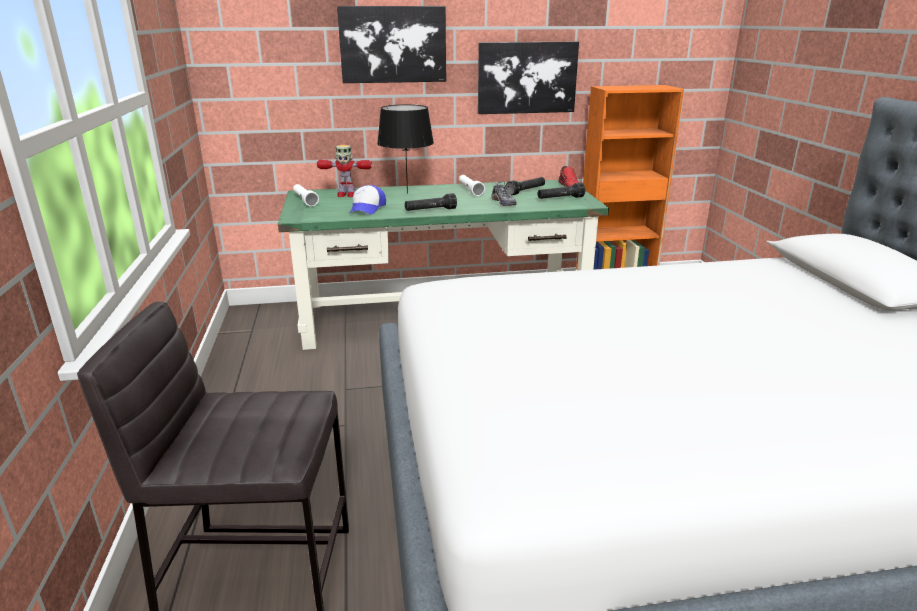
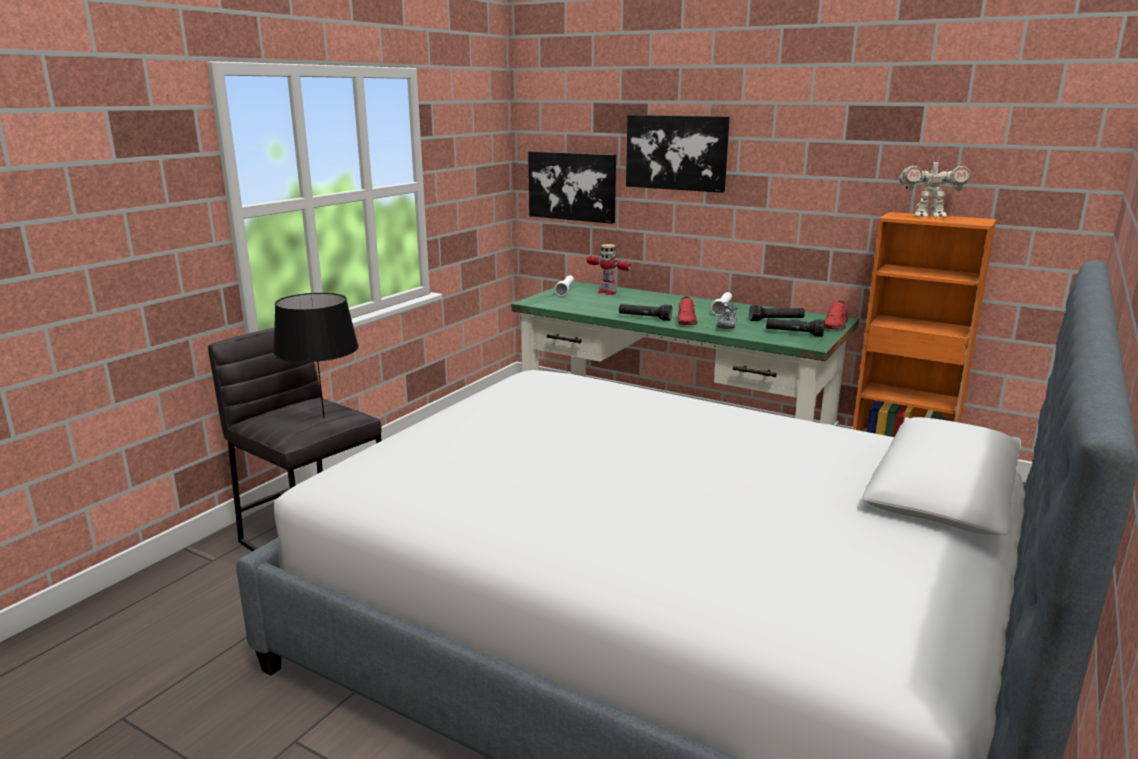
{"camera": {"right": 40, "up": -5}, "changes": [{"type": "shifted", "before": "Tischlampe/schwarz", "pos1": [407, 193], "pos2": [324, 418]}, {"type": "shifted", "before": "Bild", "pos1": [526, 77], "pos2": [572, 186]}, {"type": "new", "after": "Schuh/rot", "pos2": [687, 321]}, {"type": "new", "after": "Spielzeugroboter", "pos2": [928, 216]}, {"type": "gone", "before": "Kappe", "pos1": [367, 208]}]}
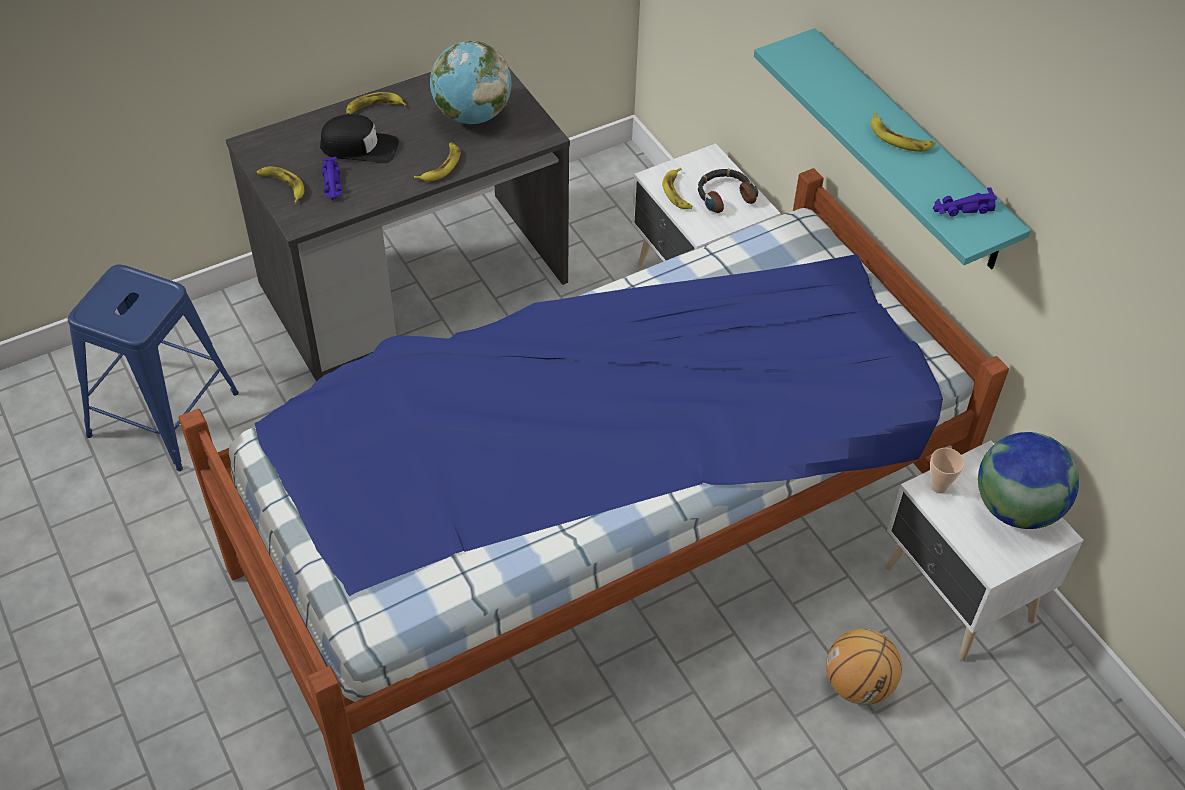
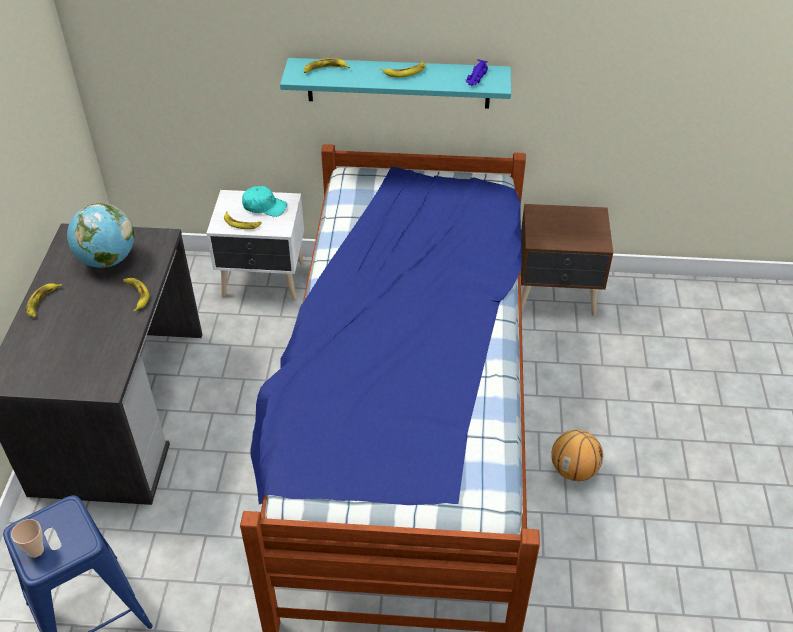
{"camera": {"right": -55, "up": -5}, "changes": [{"type": "shifted", "before": "Tasse", "pos1": [939, 486], "pos2": [35, 550]}, {"type": "swapped", "before": "Kopfhörer", "after": "Kappe/türkis", "pos1": [724, 195], "pos2": [264, 206]}, {"type": "shifted", "before": "Banane", "pos1": [282, 186], "pos2": [325, 69]}, {"type": "repainted", "before": "Nachttisch/weiß", "after": "Nachttisch/braun", "pos1": [957, 597], "pos2": [557, 295]}, {"type": "shifted", "before": "Basketball", "pos1": [858, 684], "pos2": [573, 470]}, {"type": "gone", "before": "Kappe/schwarz", "pos1": [359, 147]}, {"type": "gone", "before": "Spielzeugauto/lila", "pos1": [332, 184]}, {"type": "gone", "before": "Globus", "pos1": [1016, 508]}]}
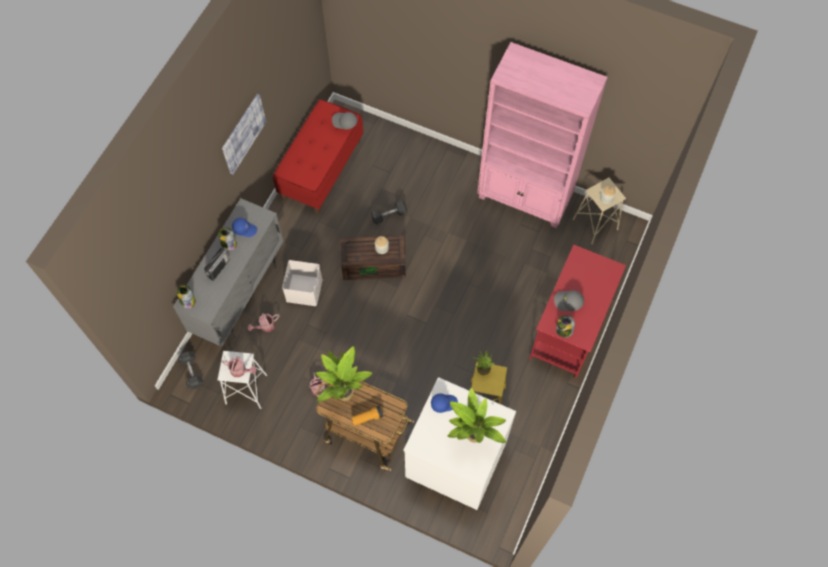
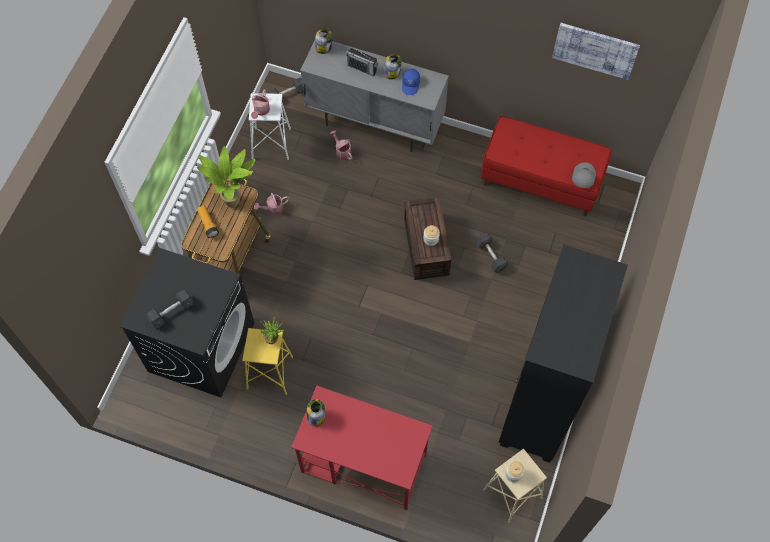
{"camera": {"right": 85, "up": 0}, "changes": [{"type": "repainted", "before": "Waschmaschine/weiß", "after": "Waschmaschine/schwarz", "pos1": [455, 460], "pos2": [201, 346]}, {"type": "swapped", "before": "Topfpflanze", "after": "Hantel/grau", "pos1": [472, 438], "pos2": [171, 312]}, {"type": "repainted", "before": "Bücherregal/rosa", "after": "Bücherregal/schwarz", "pos1": [525, 198], "pos2": [538, 406]}, {"type": "shifted", "before": "Bild", "pos1": [243, 134], "pos2": [595, 50]}, {"type": "gone", "before": "Aufbewahrungsbox/weiß", "pos1": [303, 289]}, {"type": "gone", "before": "Kappe/blau", "pos1": [443, 403]}, {"type": "gone", "before": "Kappe/grau", "pos1": [568, 302]}]}
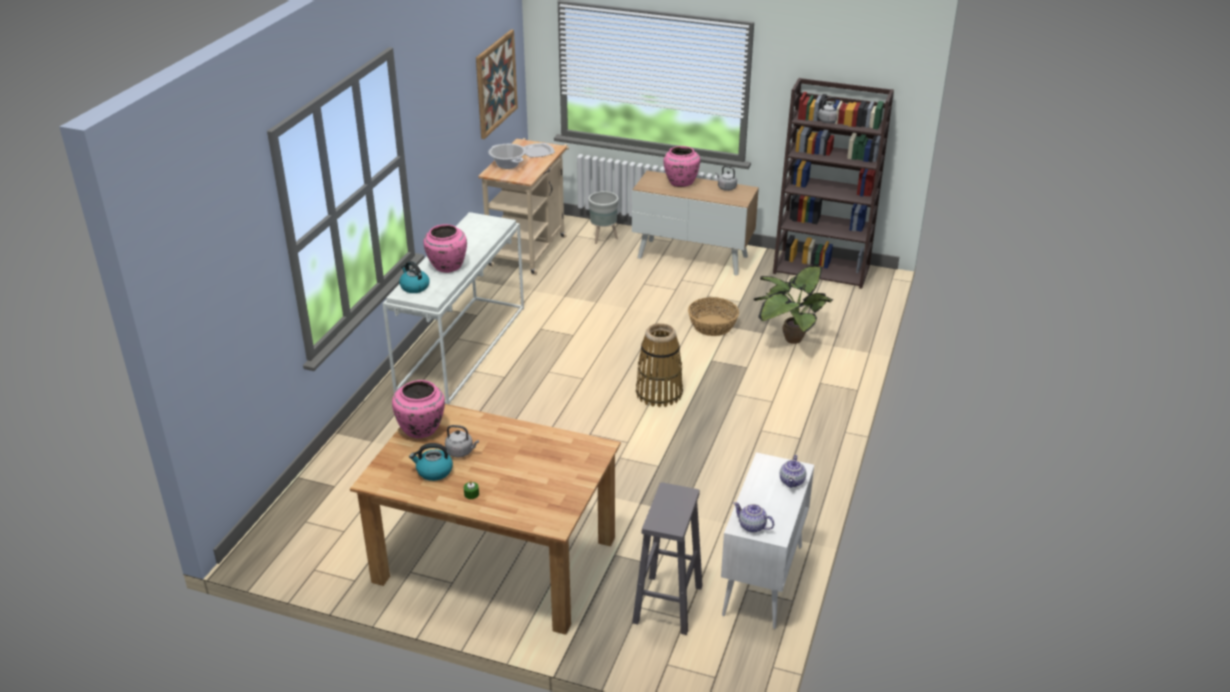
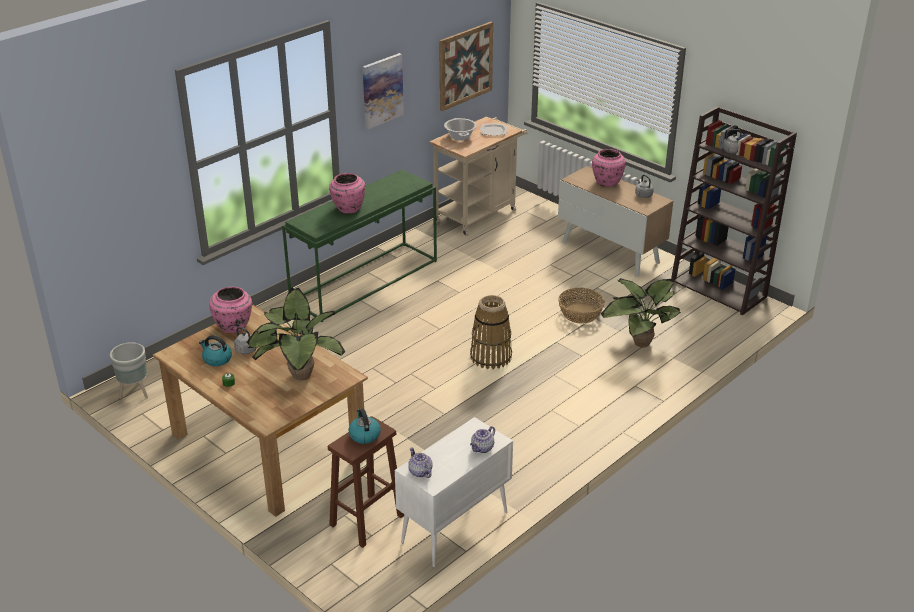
{"camera": {"right": 25, "up": 0}, "changes": [{"type": "shifted", "before": "Pflanzkübel/grau", "pos1": [603, 238], "pos2": [135, 393]}, {"type": "new", "after": "Topfpflanze", "pos2": [299, 377]}, {"type": "repainted", "before": "Konsolentisch/weiß", "after": "Konsolentisch/grün", "pos1": [461, 348], "pos2": [365, 280]}, {"type": "repainted", "before": "Hocker/grau", "after": "Hocker/braun", "pos1": [667, 605], "pos2": [366, 521]}, {"type": "shifted", "before": "Wasserkessel", "pos1": [414, 287], "pos2": [364, 435]}, {"type": "new", "after": "Bild", "pos2": [382, 90]}]}
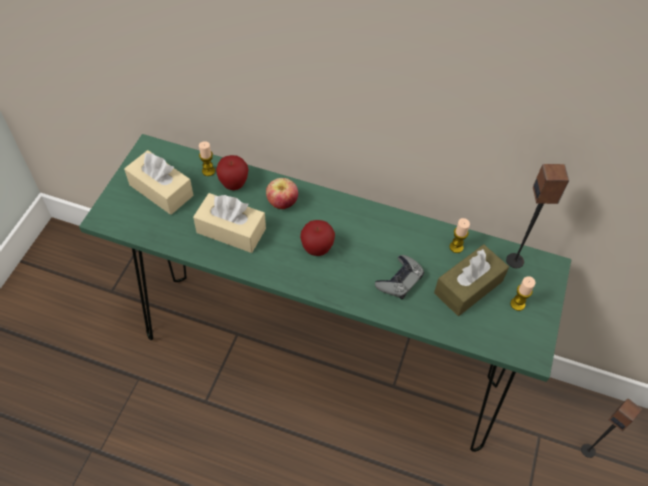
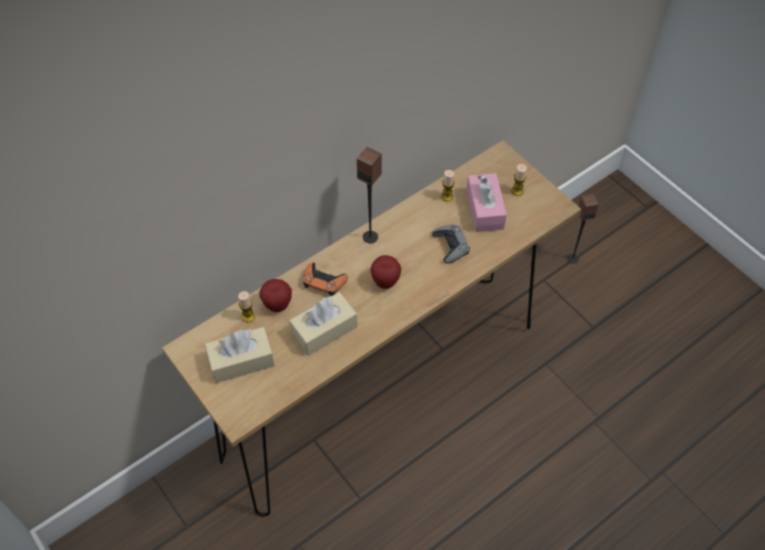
{"camera": {"right": -55, "up": 0}, "changes": [{"type": "repainted", "before": "Konsolentisch/grün", "after": "Konsolentisch/braun", "pos1": [318, 359], "pos2": [382, 389]}, {"type": "swapped", "before": "Apfel", "after": "Gamepad/orange", "pos1": [282, 203], "pos2": [324, 282]}, {"type": "shifted", "before": "Lautsprecher", "pos1": [515, 261], "pos2": [370, 237]}, {"type": "repainted", "before": "Taschentuchbox/braun", "after": "Taschentuchbox/rosa", "pos1": [468, 287], "pos2": [484, 209]}]}
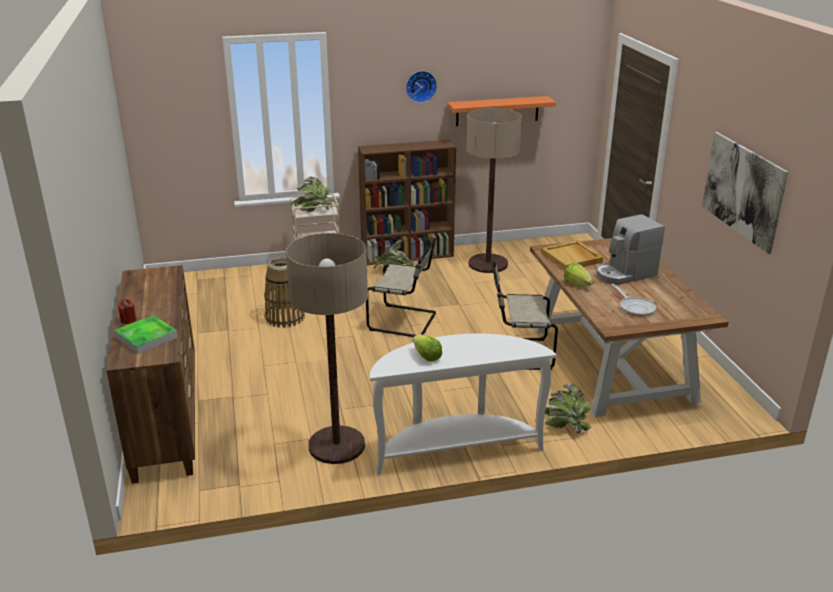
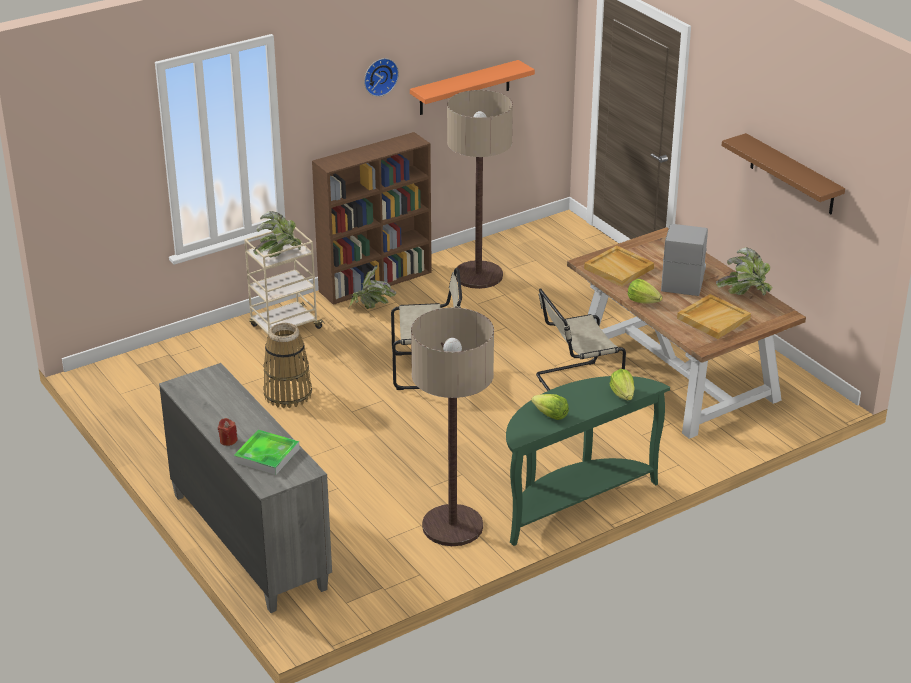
{"camera": {"right": -20, "up": 5}, "changes": [{"type": "repainted", "before": "Kommode/braun", "after": "Kommode/grau", "pos1": [167, 419], "pos2": [249, 540]}, {"type": "repainted", "before": "Konsolentisch/weiß", "after": "Konsolentisch/grün", "pos1": [455, 448], "pos2": [572, 502]}, {"type": "new", "after": "Salatkopf", "pos2": [623, 394]}, {"type": "rotated", "before": "Kaffeemaschine", "pos1": [625, 274], "pos2": [683, 279], "turn": 150}, {"type": "swapped", "before": "Pfanne", "after": "Tablett/beige", "pos1": [635, 308], "pos2": [713, 318]}, {"type": "shifted", "before": "Topfpflanze", "pos1": [564, 426], "pos2": [744, 292]}, {"type": "swapped", "before": "Bild", "after": "Wandregal/braun", "pos1": [742, 190], "pos2": [792, 175]}]}
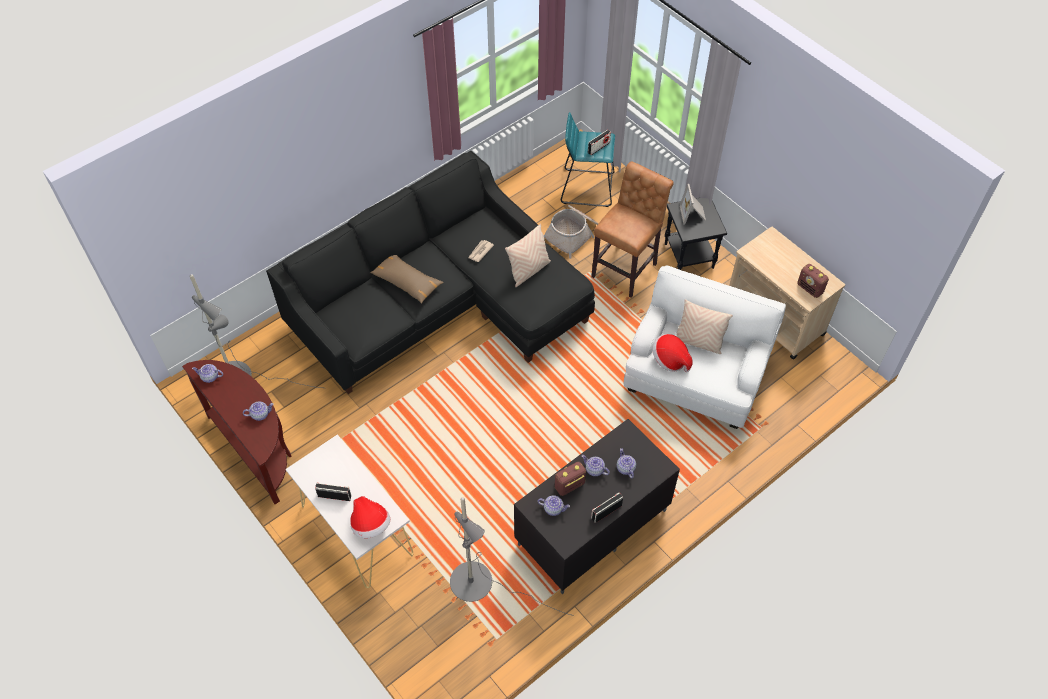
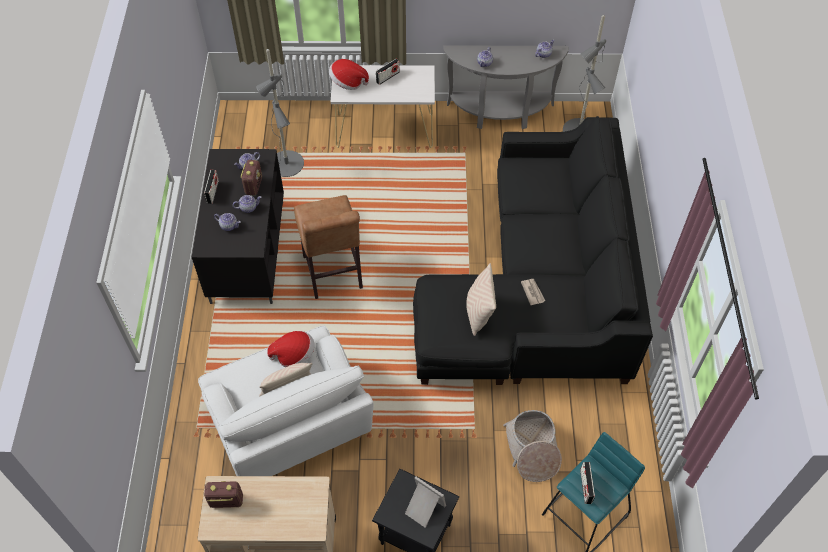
{"camera": {"right": 130, "up": 0}, "changes": [{"type": "shifted", "before": "Hocker/braun", "pos1": [626, 268], "pos2": [333, 275]}, {"type": "repainted", "before": "Konsolentisch/braun", "after": "Konsolentisch/grau", "pos1": [257, 449], "pos2": [500, 114]}, {"type": "gone", "before": "Kissen/braun", "pos1": [407, 282]}]}
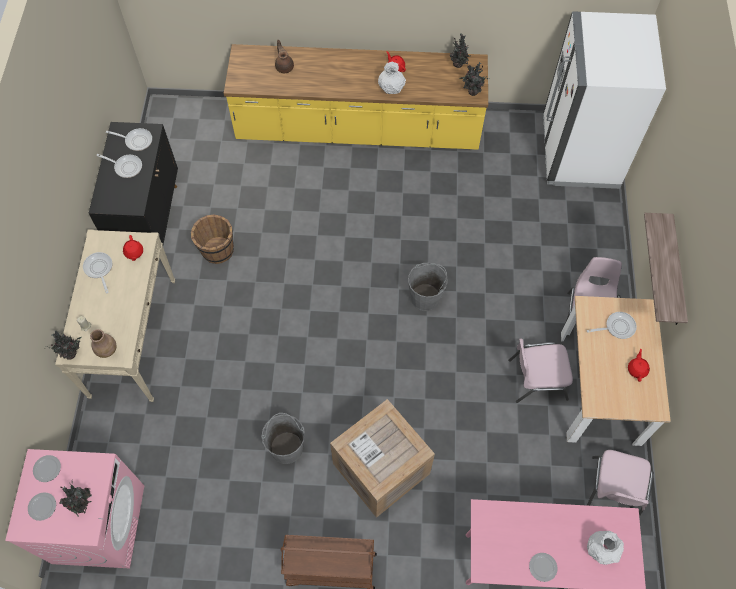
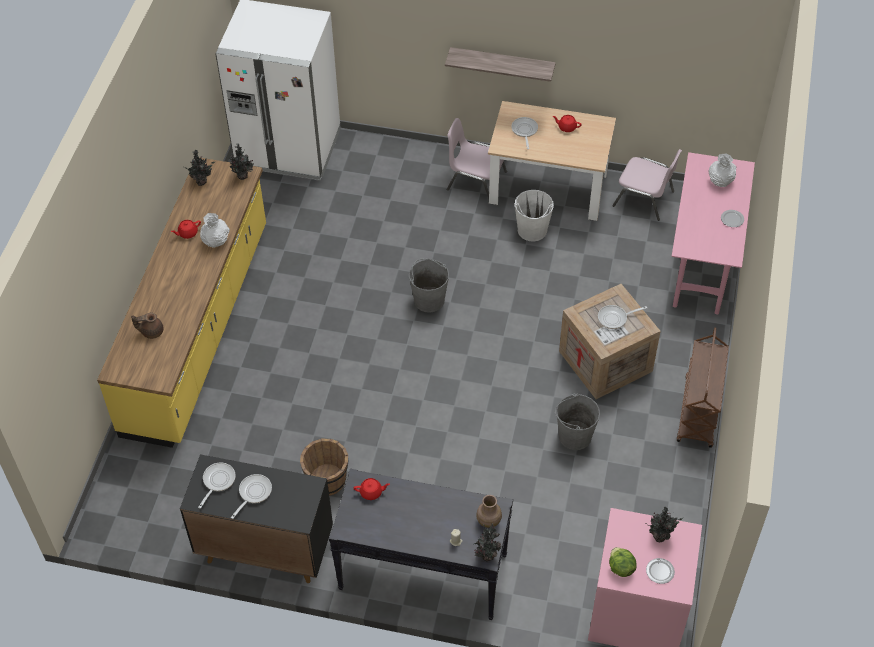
{"camera": {"right": -80, "up": -10}, "changes": [{"type": "repainted", "before": "Konsolentisch/beige", "after": "Konsolentisch/schwarz", "pos1": [133, 337], "pos2": [422, 572]}, {"type": "swapped", "before": "Stuhl/rosa", "after": "Eimer/weiß", "pos1": [536, 378], "pos2": [532, 230]}, {"type": "shifted", "before": "Pfanne", "pos1": [99, 269], "pos2": [615, 318]}, {"type": "swapped", "before": "Teller", "after": "Salatkopf", "pos1": [46, 468], "pos2": [620, 568]}]}
